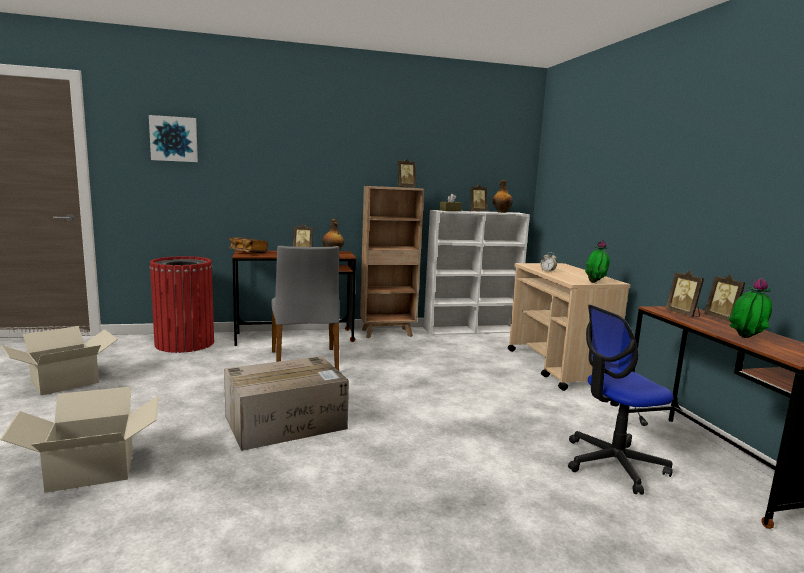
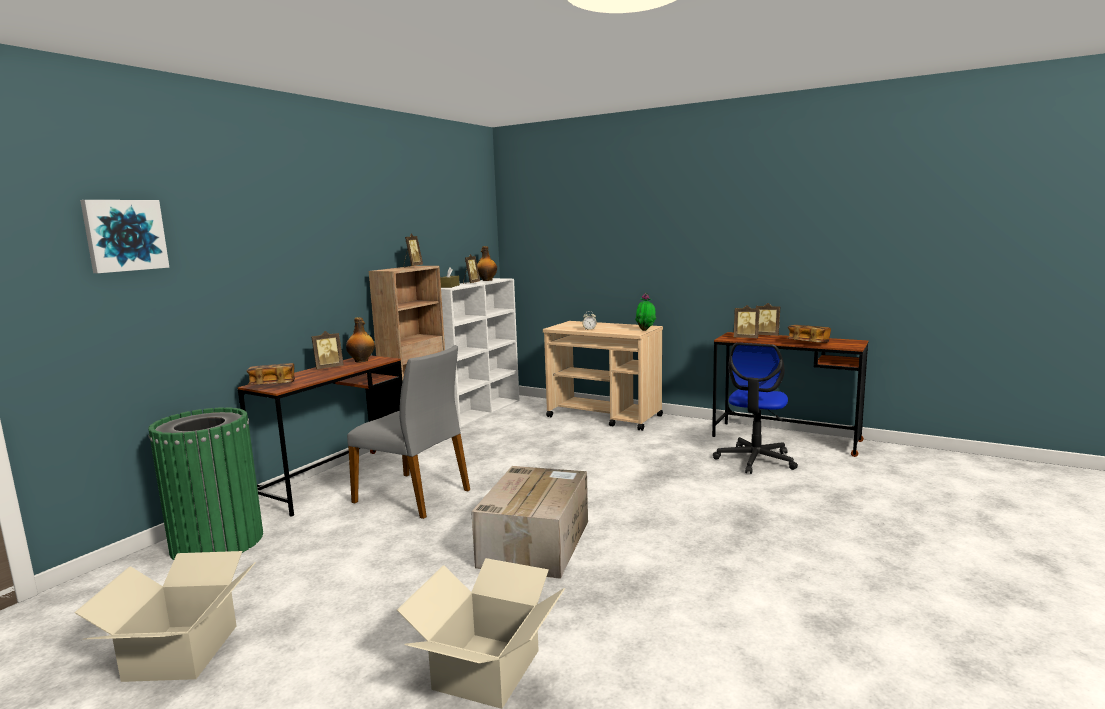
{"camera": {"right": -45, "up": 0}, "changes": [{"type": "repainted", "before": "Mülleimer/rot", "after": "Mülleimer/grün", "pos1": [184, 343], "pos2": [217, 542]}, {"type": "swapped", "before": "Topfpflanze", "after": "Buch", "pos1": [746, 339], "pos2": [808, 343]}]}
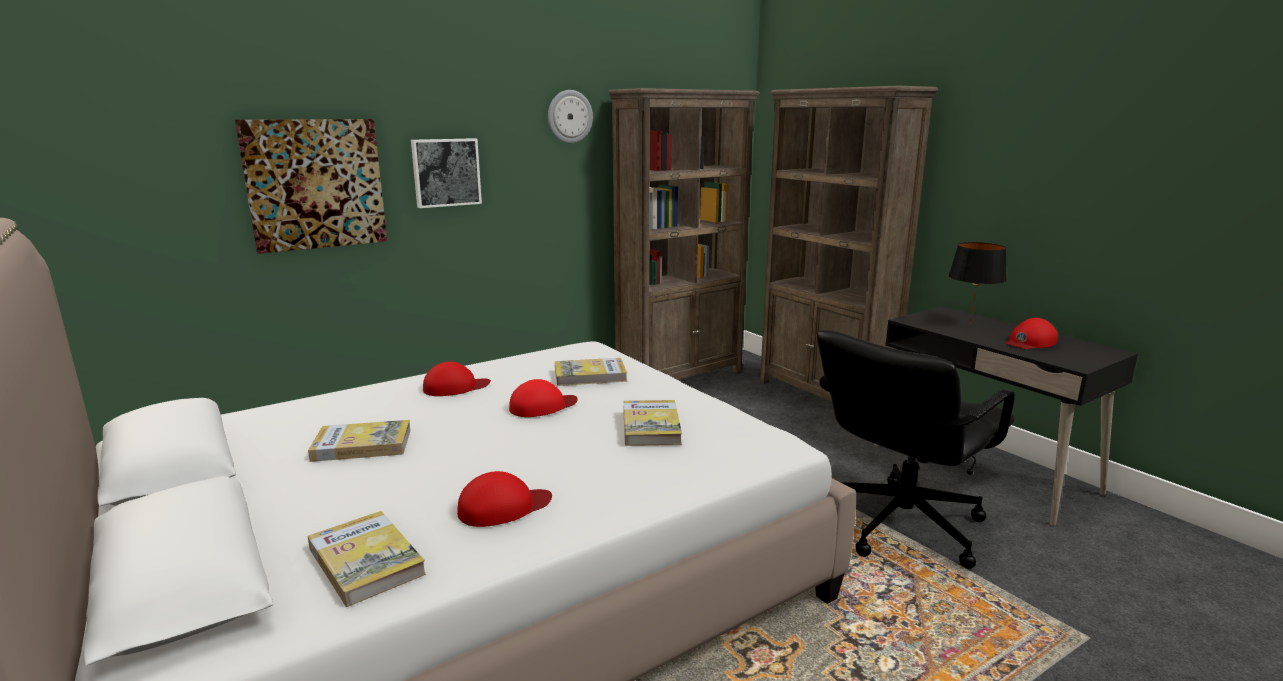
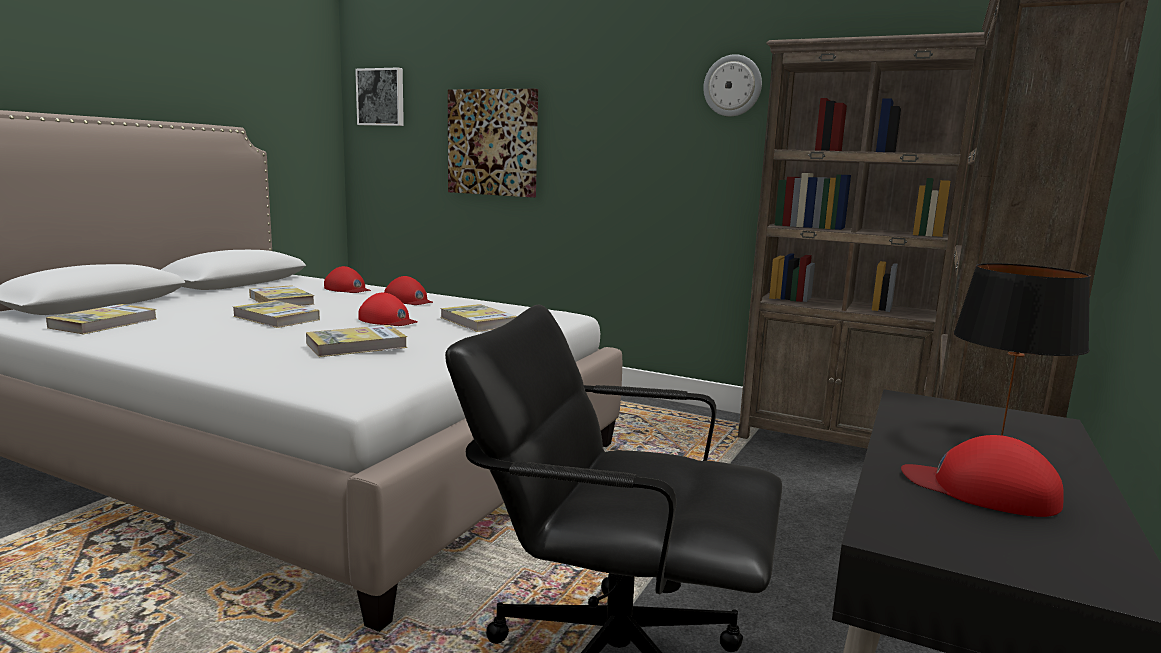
{"camera": {"right": 60, "up": -5}, "changes": [{"type": "new", "after": "Buch", "pos2": [276, 318]}, {"type": "shifted", "before": "Kappe/rot", "pos1": [503, 507], "pos2": [347, 289]}, {"type": "shifted", "before": "Bild", "pos1": [446, 172], "pos2": [381, 97]}]}
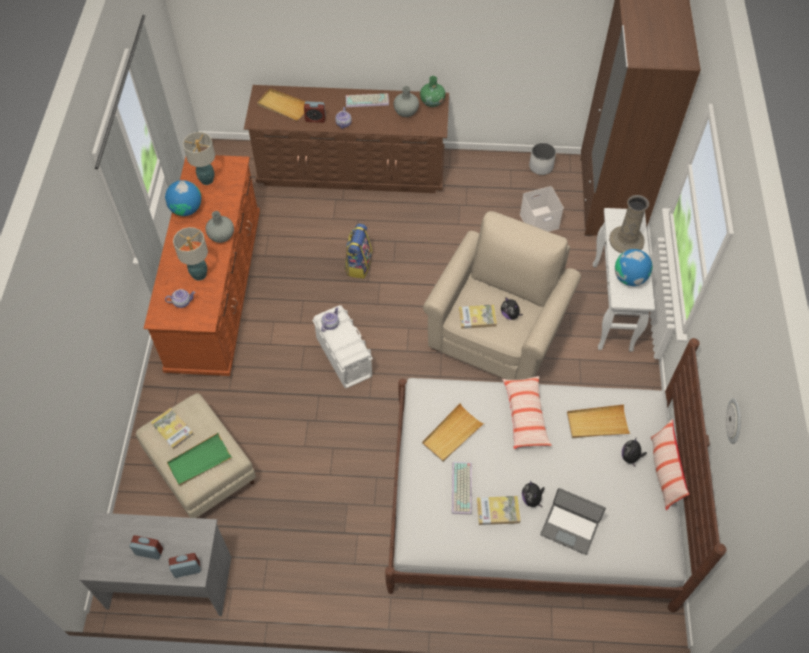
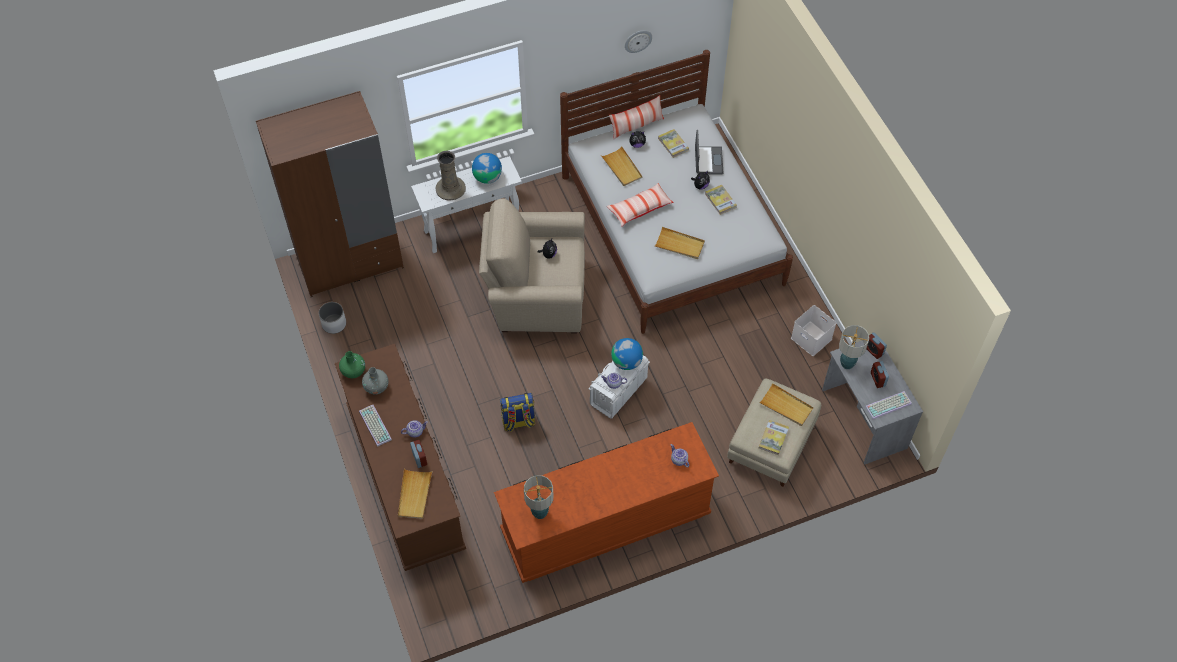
{"camera": {"right": -115, "up": 0}, "changes": [{"type": "shifted", "before": "Globus", "pos1": [186, 209], "pos2": [626, 362]}, {"type": "shifted", "before": "Buch", "pos1": [477, 317], "pos2": [673, 144]}, {"type": "repainted", "before": "Tablett/grün", "after": "Tablett/beige", "pos1": [199, 461], "pos2": [786, 406]}, {"type": "shifted", "before": "Aufbewahrungsbox/weiß", "pos1": [539, 221], "pos2": [812, 338]}, {"type": "shifted", "before": "Tischlampe", "pos1": [199, 274], "pos2": [847, 364]}, {"type": "shifted", "before": "Tastatur", "pos1": [462, 488], "pos2": [888, 404]}, {"type": "gone", "before": "Vase/grau", "pos1": [221, 236]}]}
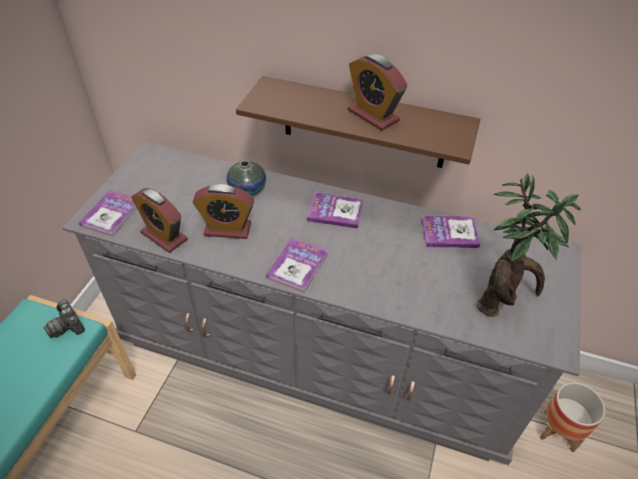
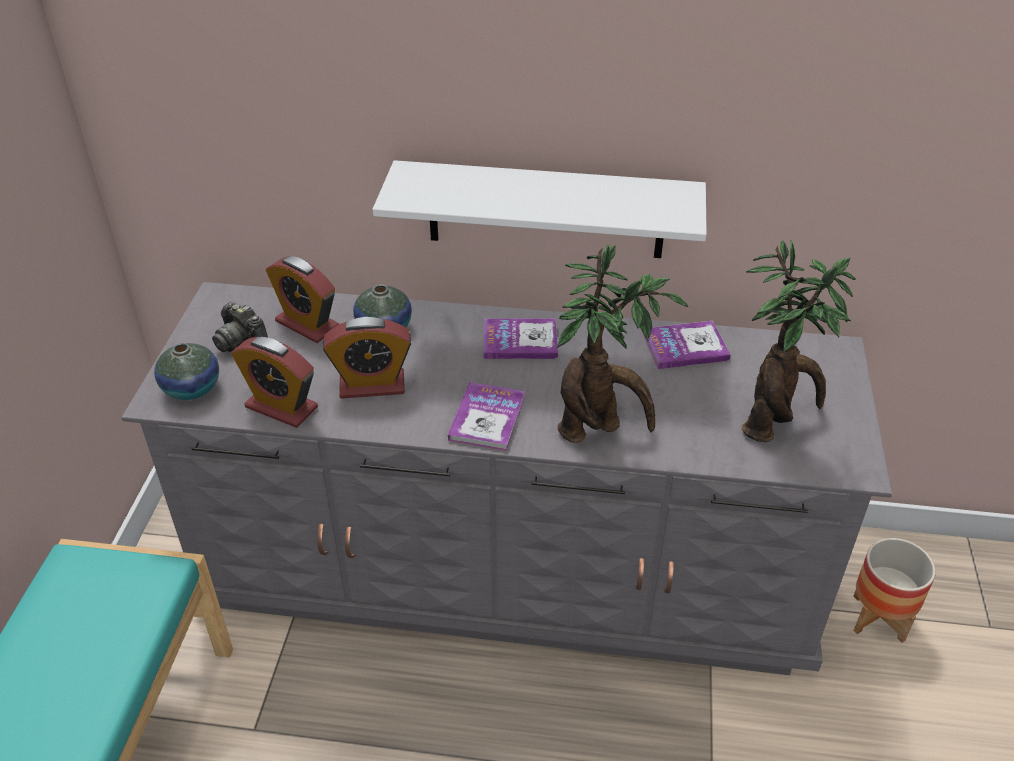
{"camera": {"right": -10, "up": -5}, "changes": [{"type": "swapped", "before": "Buch", "after": "Vase", "pos1": [112, 214], "pos2": [192, 388]}, {"type": "shifted", "before": "Kamera", "pos1": [67, 326], "pos2": [240, 339]}, {"type": "shifted", "before": "Wecker", "pos1": [373, 115], "pos2": [307, 324]}, {"type": "repainted", "before": "Wandregal/braun", "after": "Wandregal/weiß", "pos1": [364, 123], "pos2": [546, 210]}, {"type": "new", "after": "Topfpflanze", "pos2": [598, 429]}]}
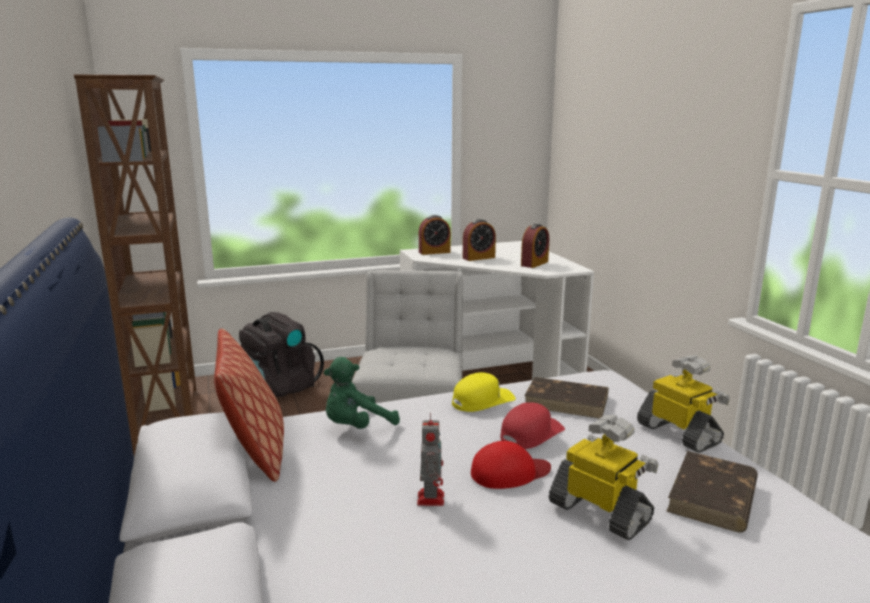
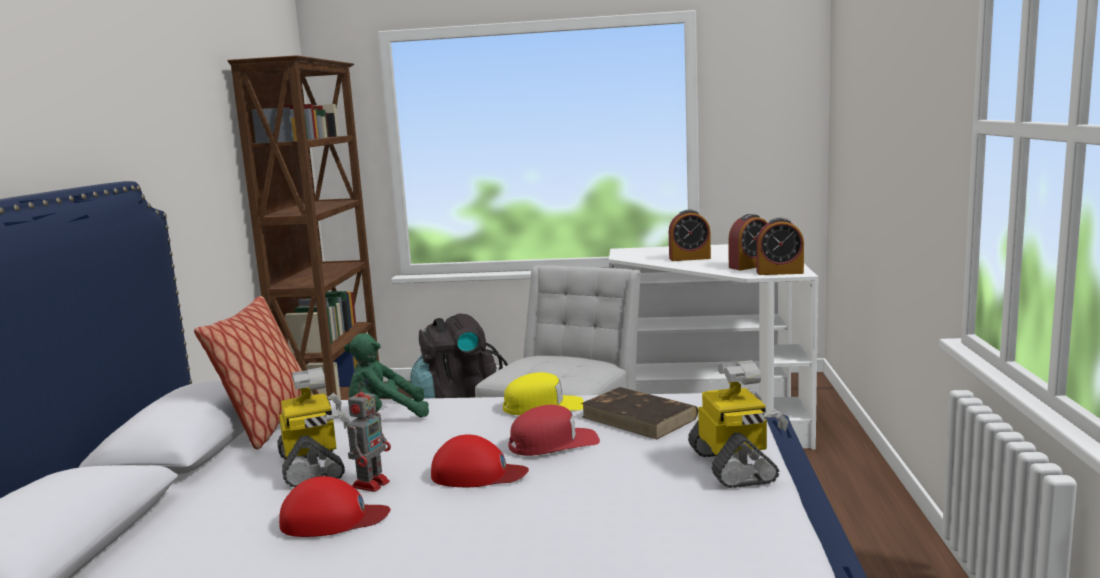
{"camera": {"right": 25, "up": -5}, "changes": [{"type": "shifted", "before": "Spielzeugroboter", "pos1": [601, 512], "pos2": [313, 467]}, {"type": "new", "after": "Kappe/rot", "pos2": [333, 519]}, {"type": "shifted", "before": "Wecker", "pos1": [434, 252], "pos2": [779, 272]}, {"type": "gone", "before": "Buch/braun", "pos1": [712, 496]}]}
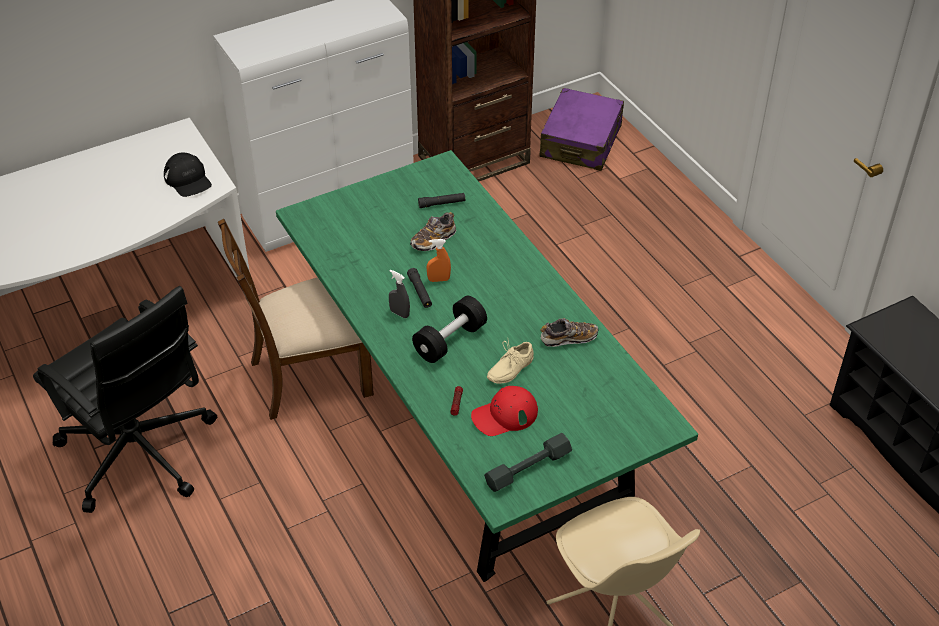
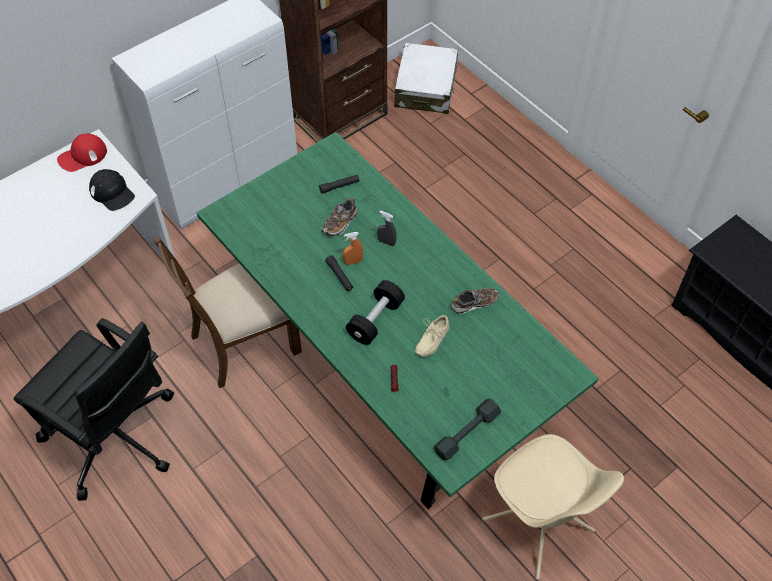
{"camera": {"right": -10, "up": 10}, "changes": [{"type": "shifted", "before": "Kappe/rot", "pos1": [504, 415], "pos2": [82, 156]}, {"type": "shifted", "before": "Sprühflasche/grau", "pos1": [399, 313], "pos2": [386, 242]}, {"type": "repainted", "before": "Koffer/lila", "after": "Koffer/weiß", "pos1": [581, 141], "pos2": [426, 88]}]}
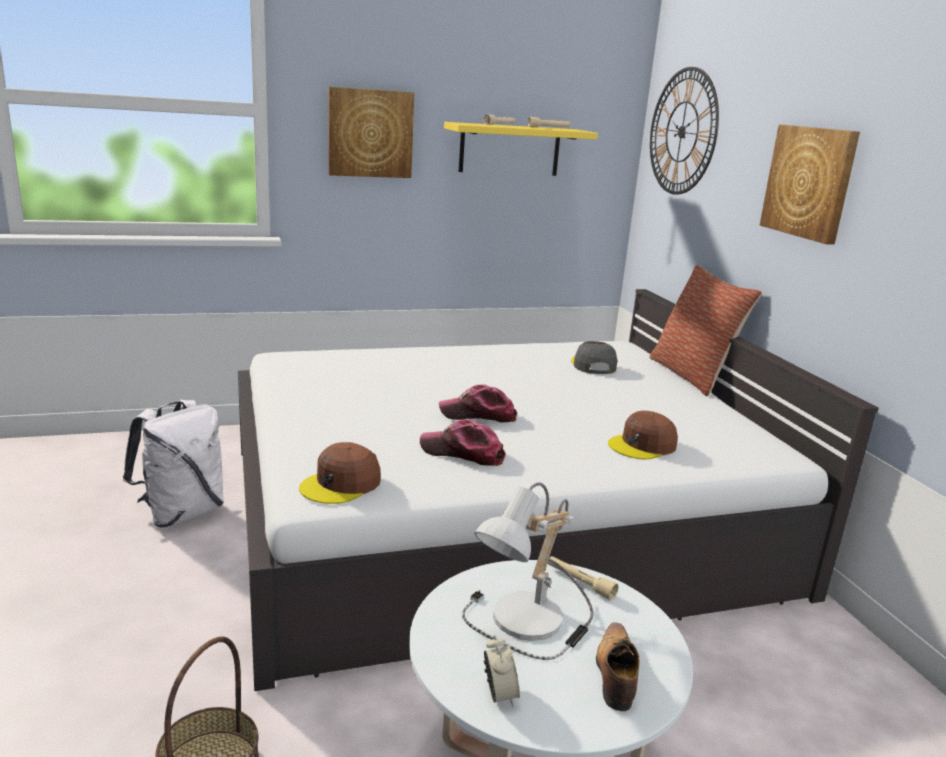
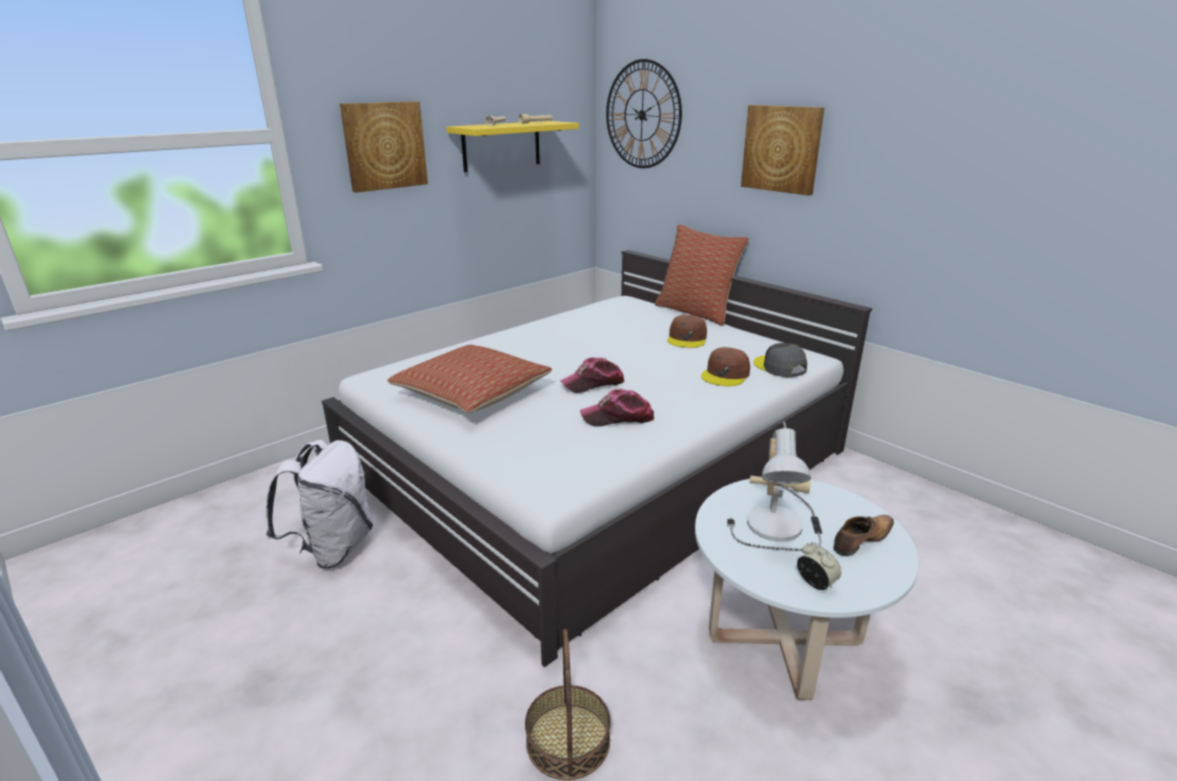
{"camera": {"right": -25, "up": 5}, "changes": [{"type": "new", "after": "Kissen", "pos2": [472, 394]}, {"type": "shifted", "before": "Kappe/braun", "pos1": [341, 484], "pos2": [687, 338]}, {"type": "shifted", "before": "Kappe/grau", "pos1": [592, 365], "pos2": [779, 367]}, {"type": "rotated", "before": "Schuh", "pos1": [615, 673], "pos2": [861, 540], "turn": 75}]}
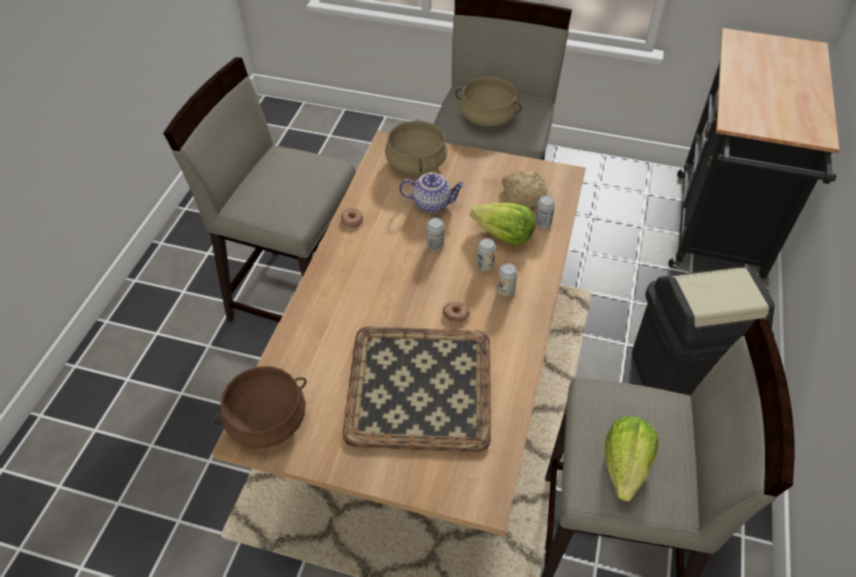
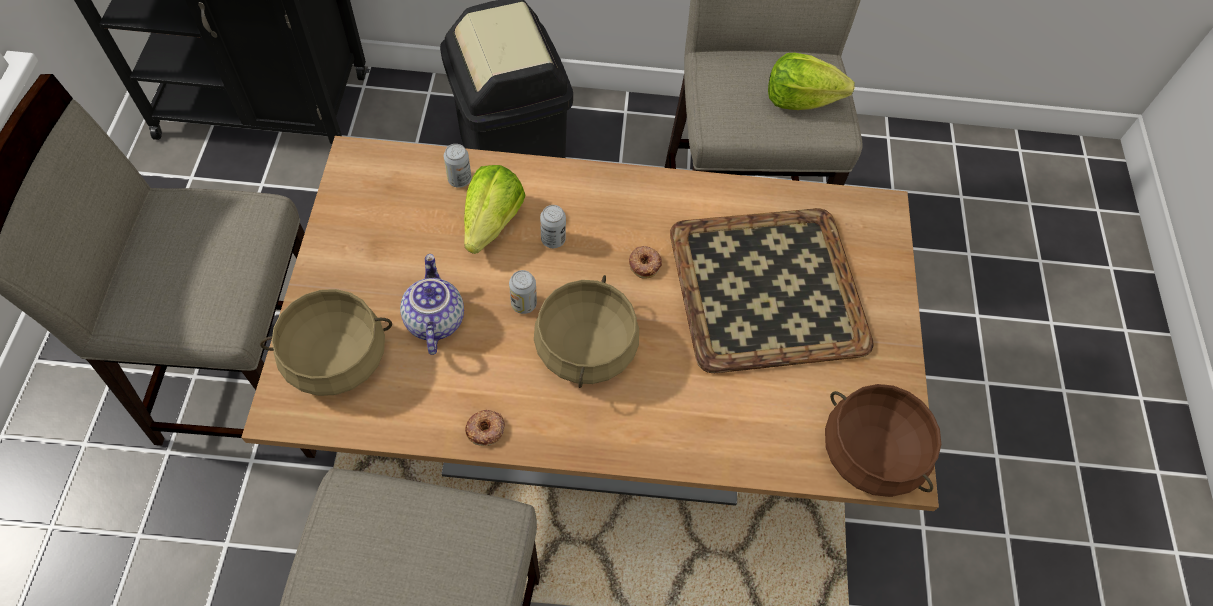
{"camera": {"right": -105, "up": 10}, "changes": [{"type": "shifted", "before": "Kochtopf/beige", "pos1": [487, 117], "pos2": [586, 347]}, {"type": "gone", "before": "Dose", "pos1": [505, 291]}, {"type": "gone", "before": "Brot", "pos1": [524, 195]}]}
